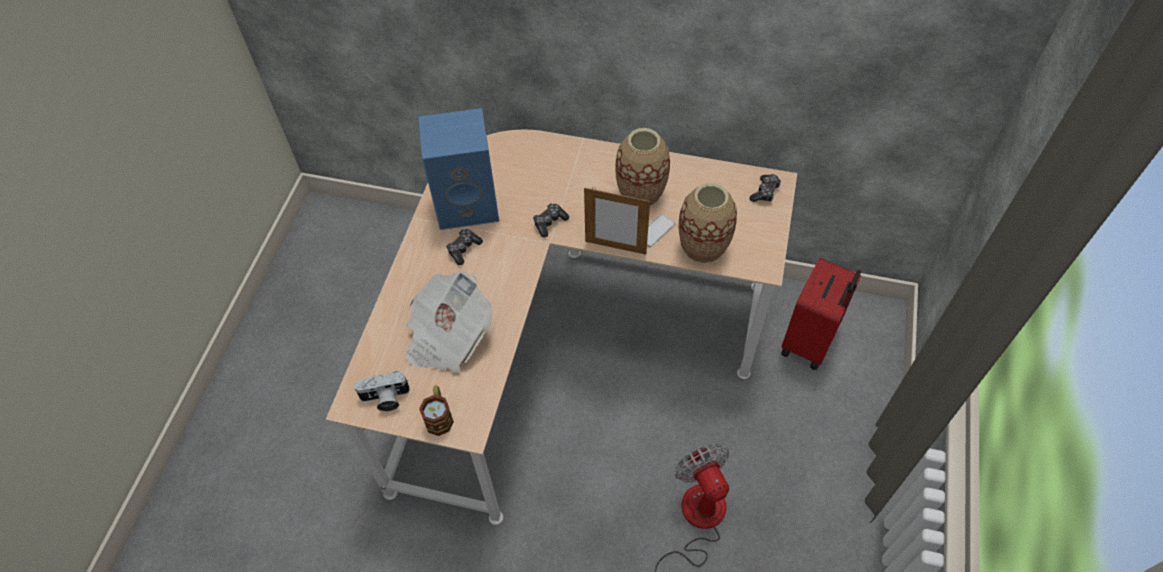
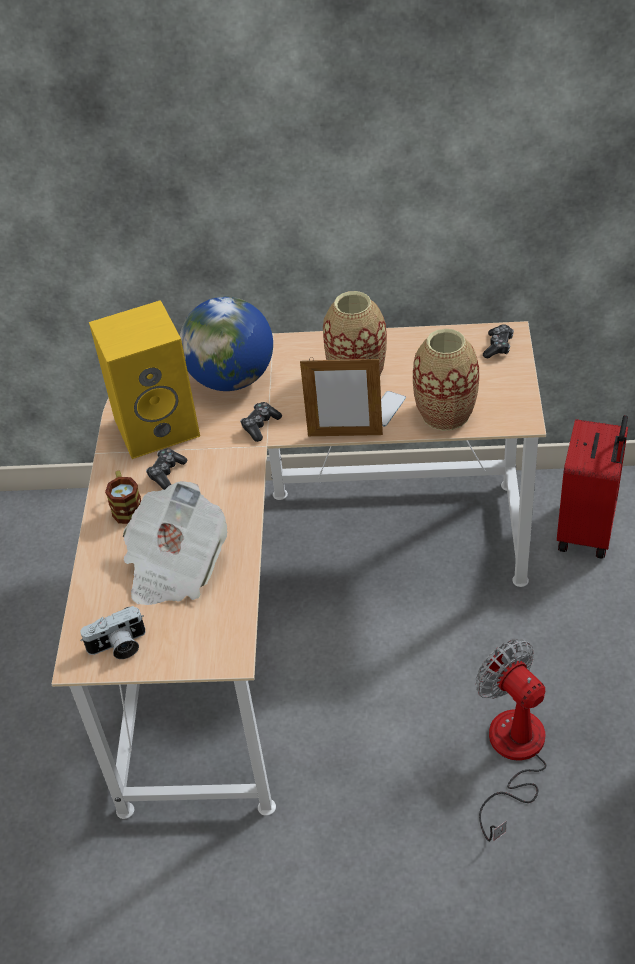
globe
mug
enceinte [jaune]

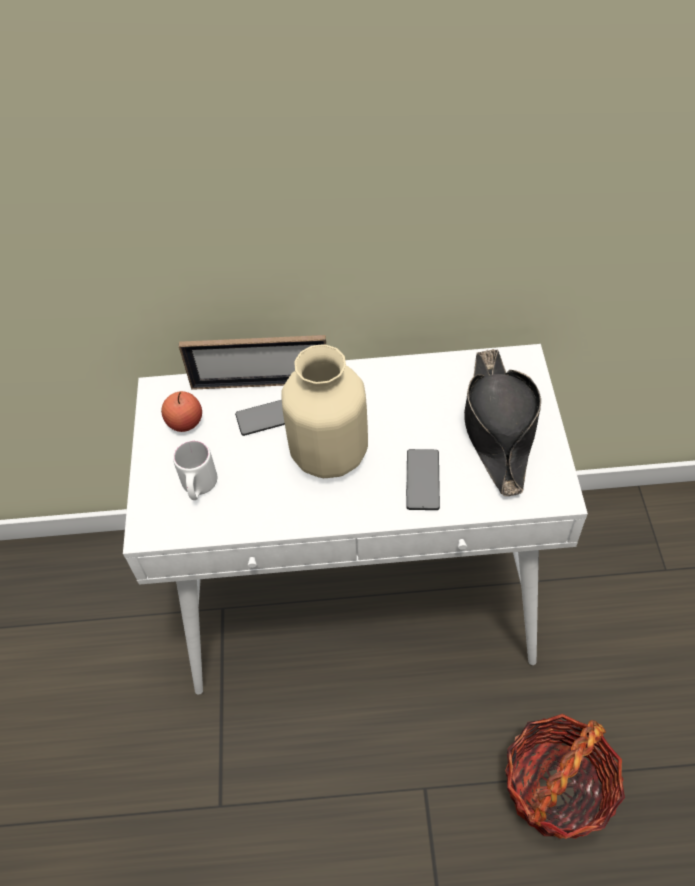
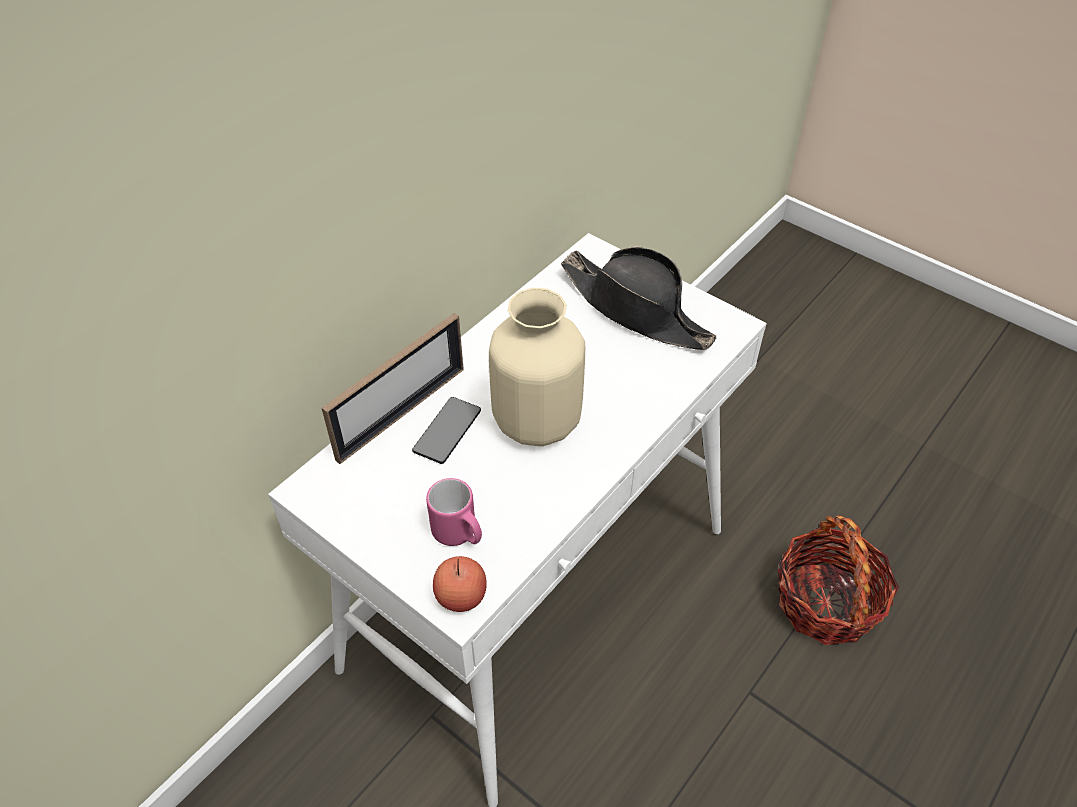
téléphone (2nd from left in the first image)
pomme
mug [rose]

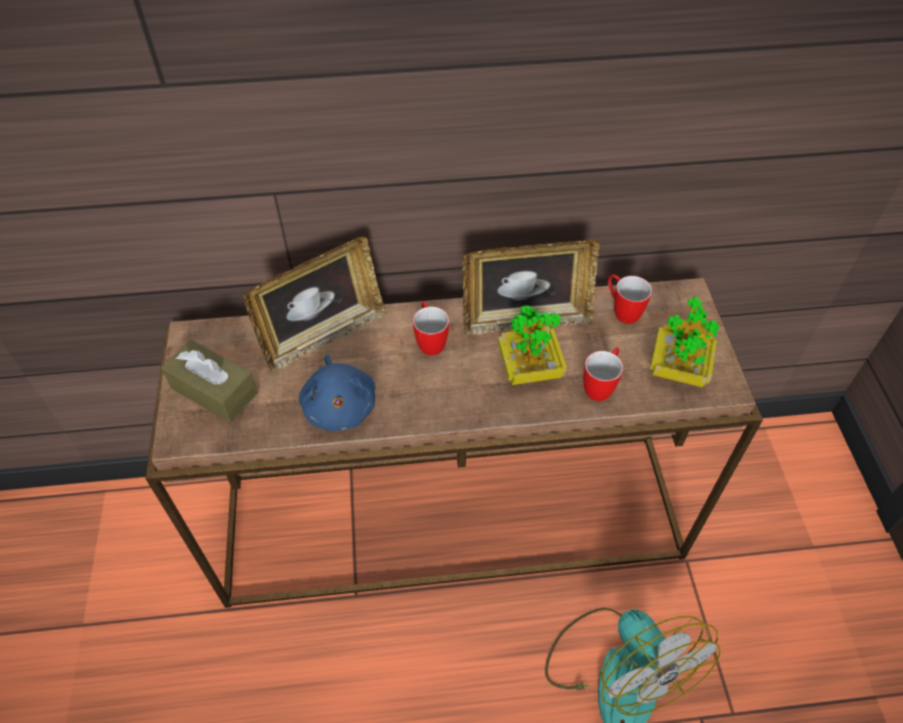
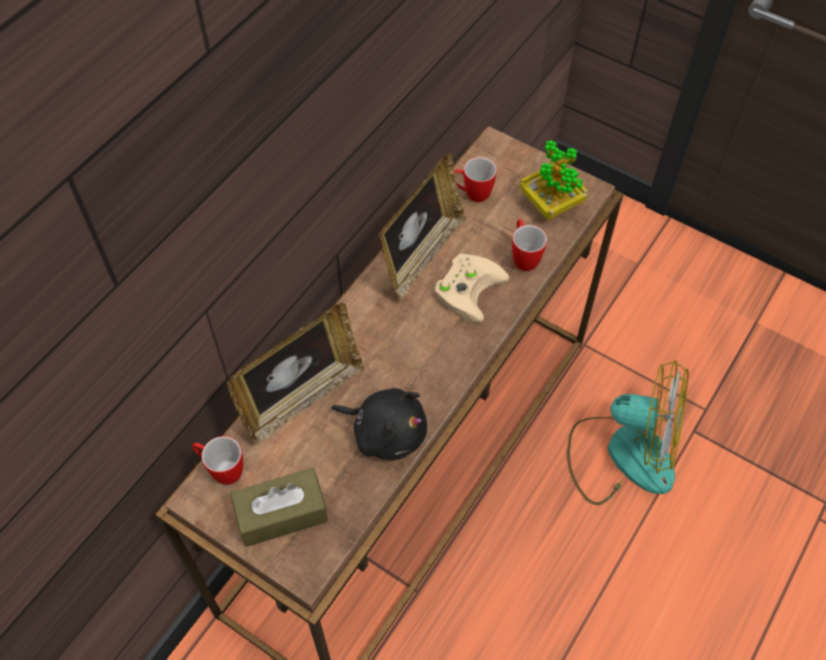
mug (1st from left)
manette [beige]
peluche [noir]
cadre photo (1st from left)

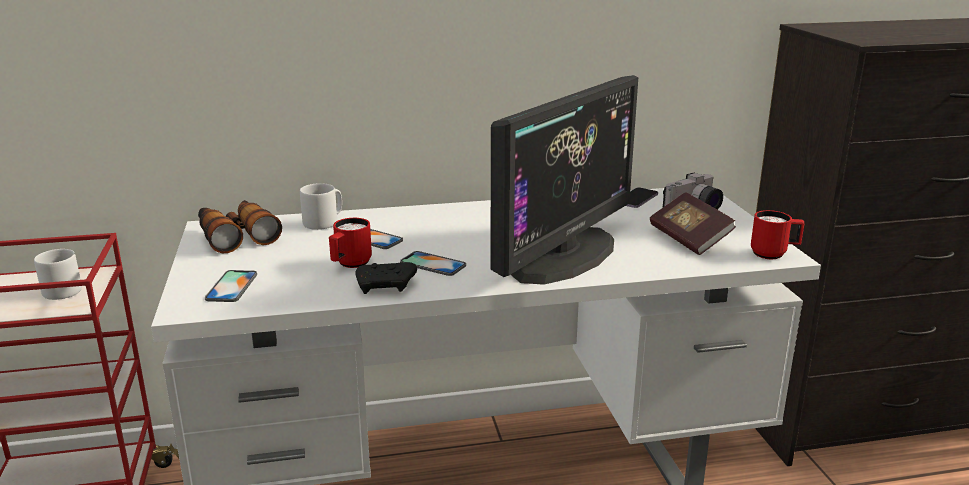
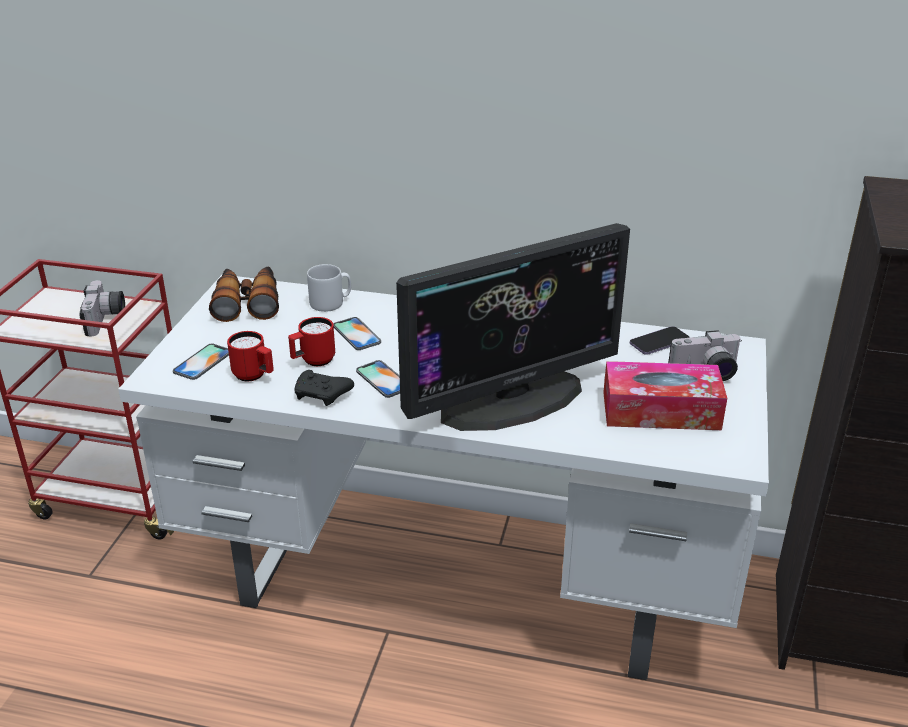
mug [rouge] (1st from left)
appareil photo (1st from left)
boîte à mouchoirs

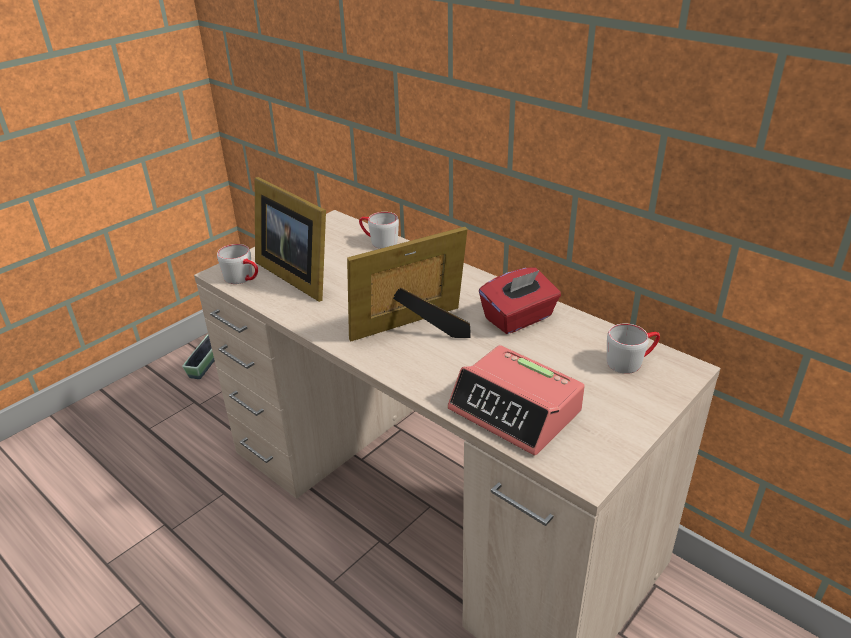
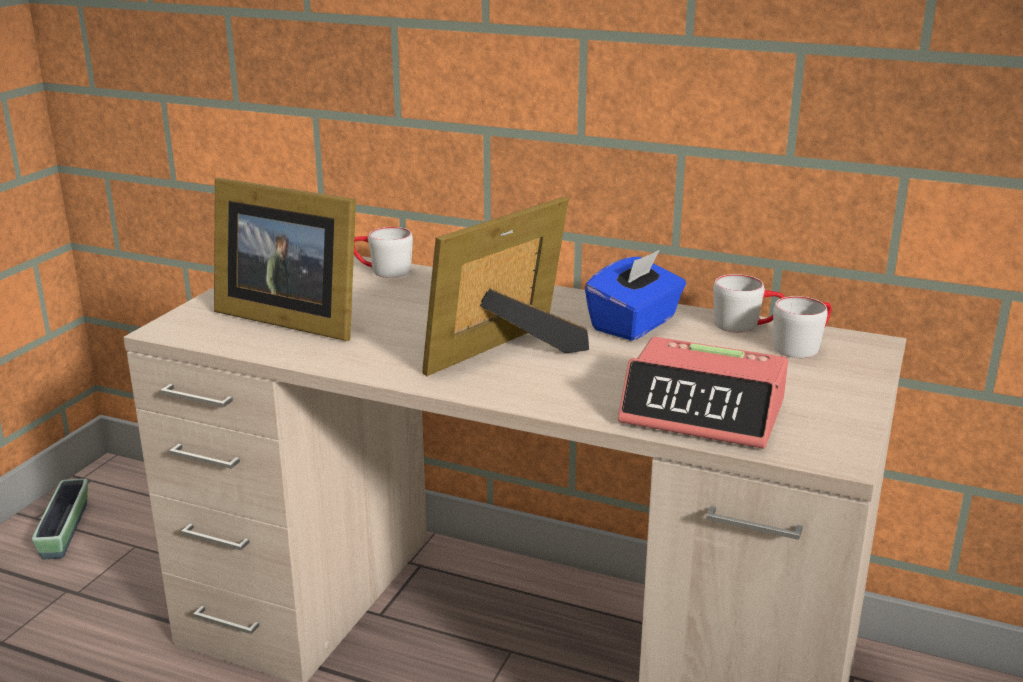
mug [gris] (2nd from left)
boîte à mouchoirs [bleu]

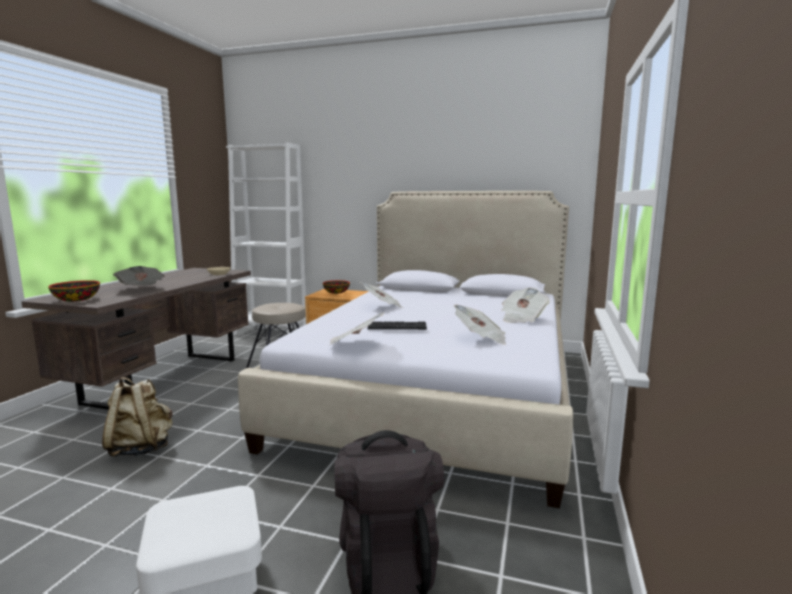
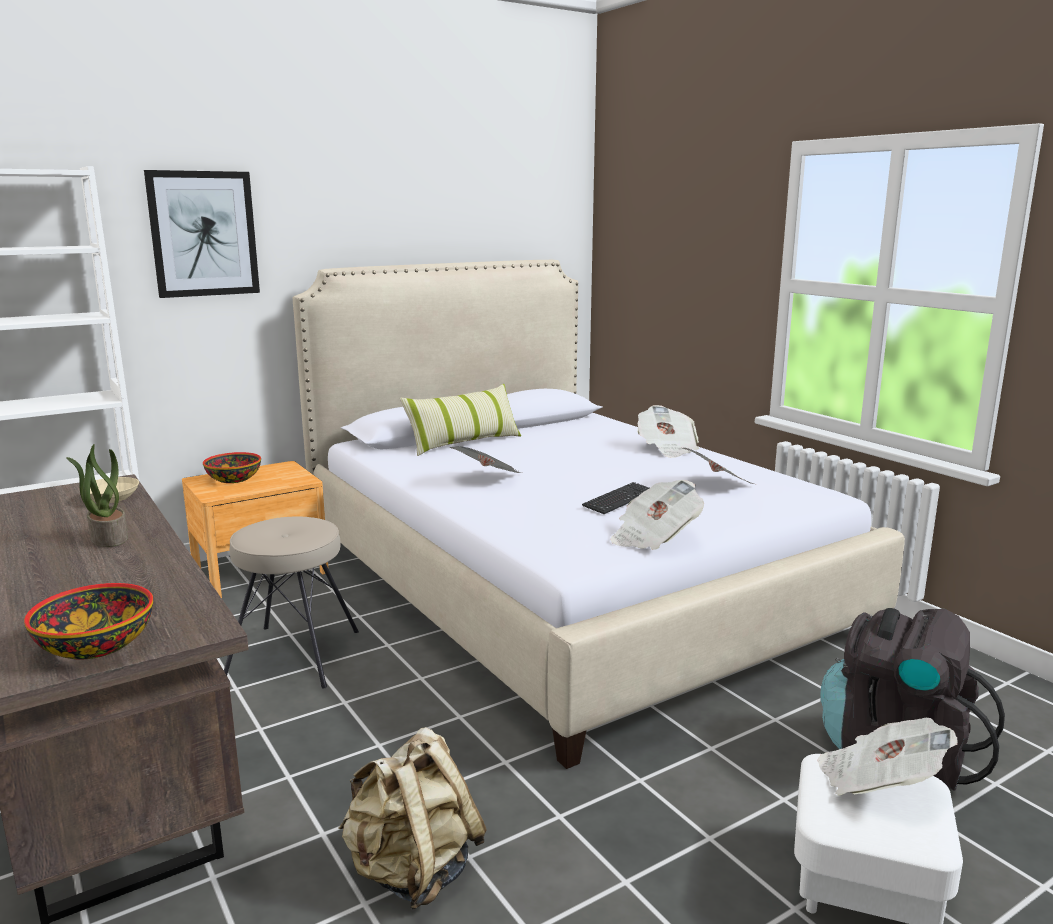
plante en pot
tableau
coussin
journal (5th from left)

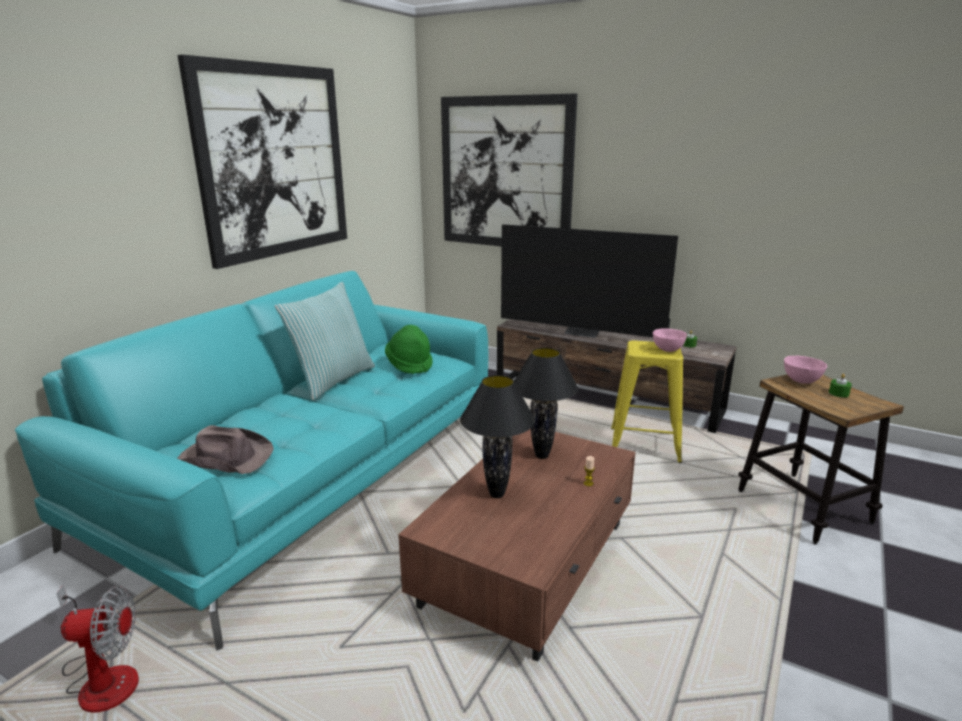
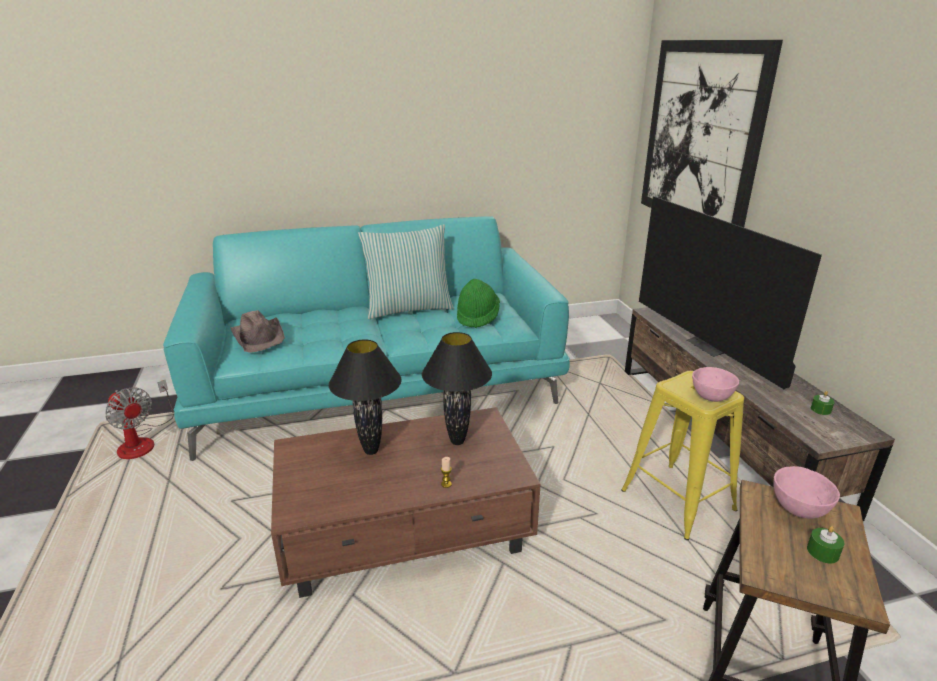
tableau (1st from left in the first image)

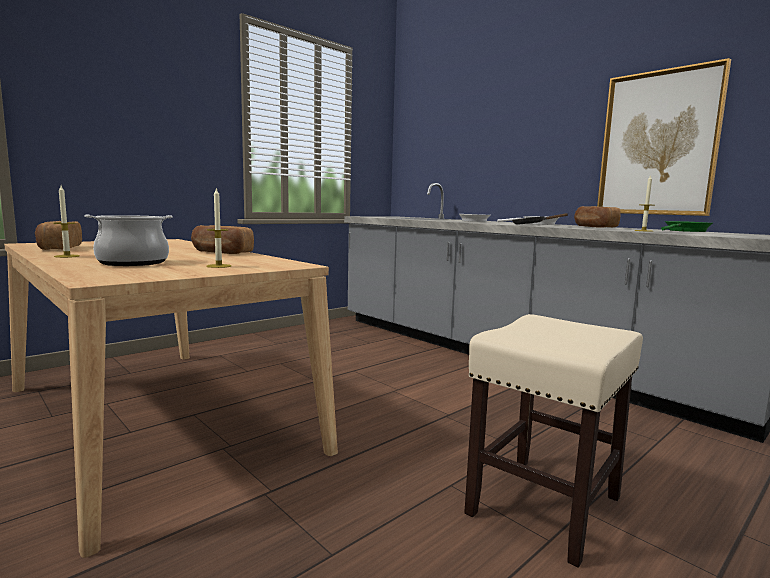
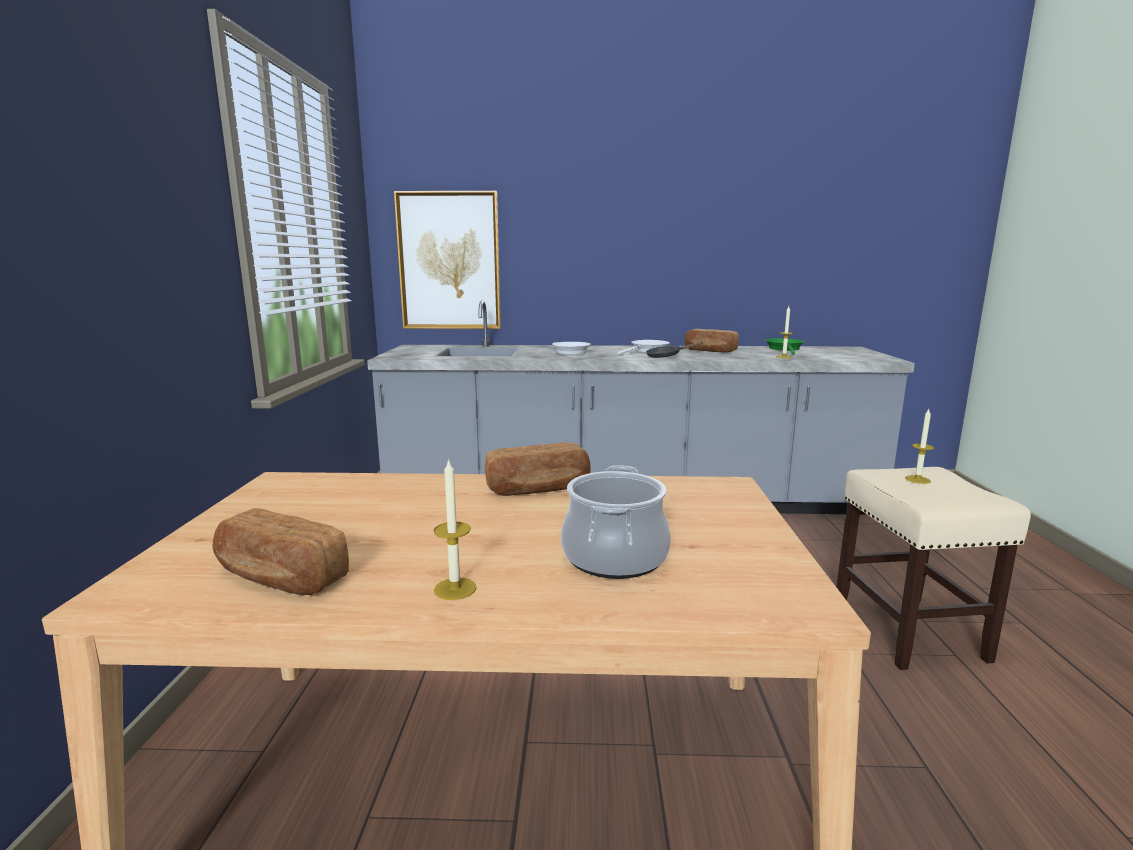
bougie (3rd from left)
tableau

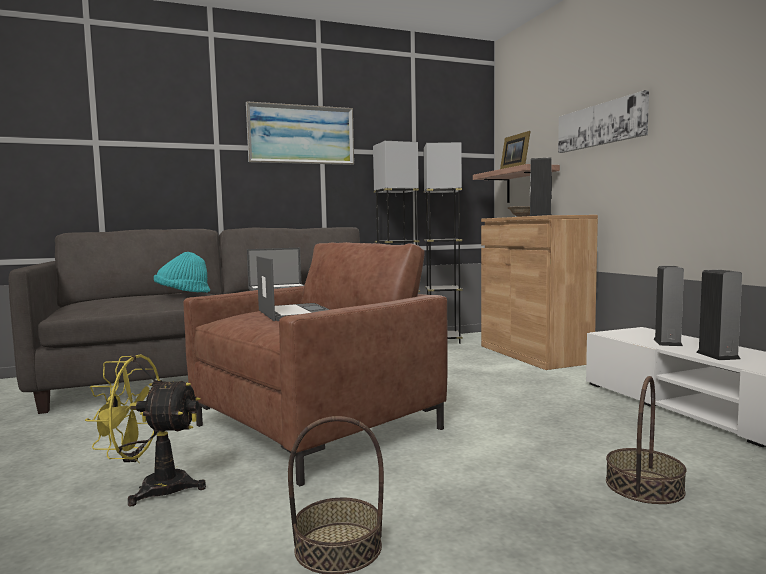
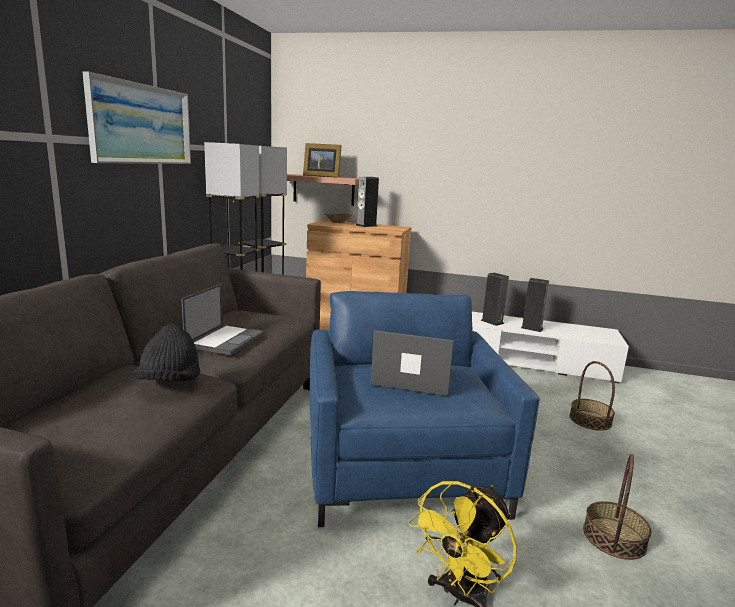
tableau (2nd from left in the first image)
chapeau [noir]
fauteuil [bleu]

